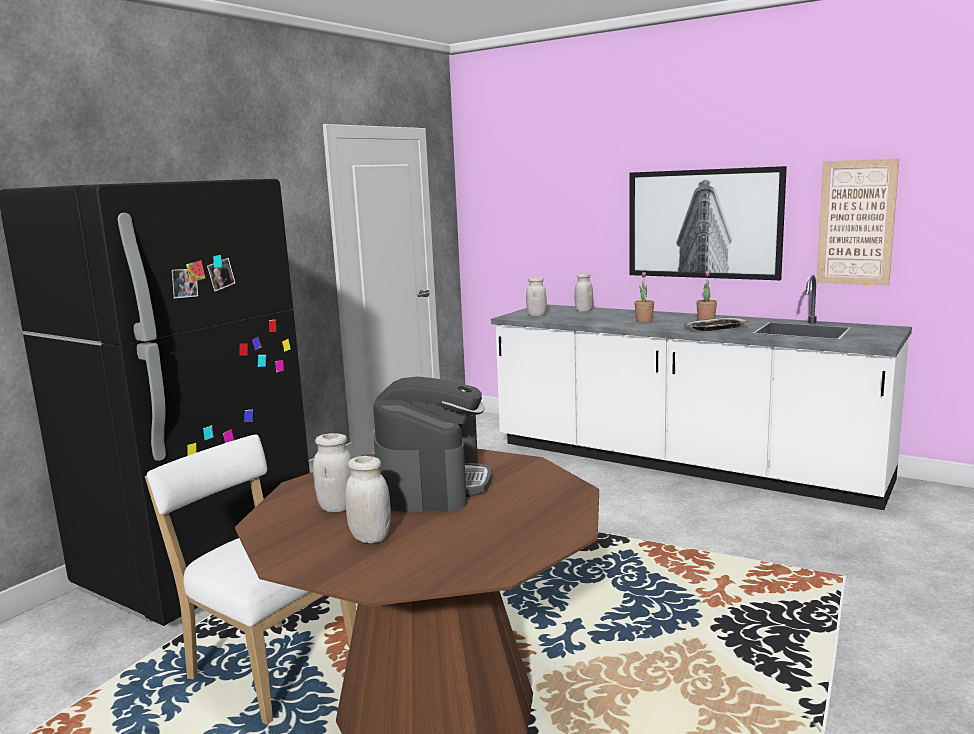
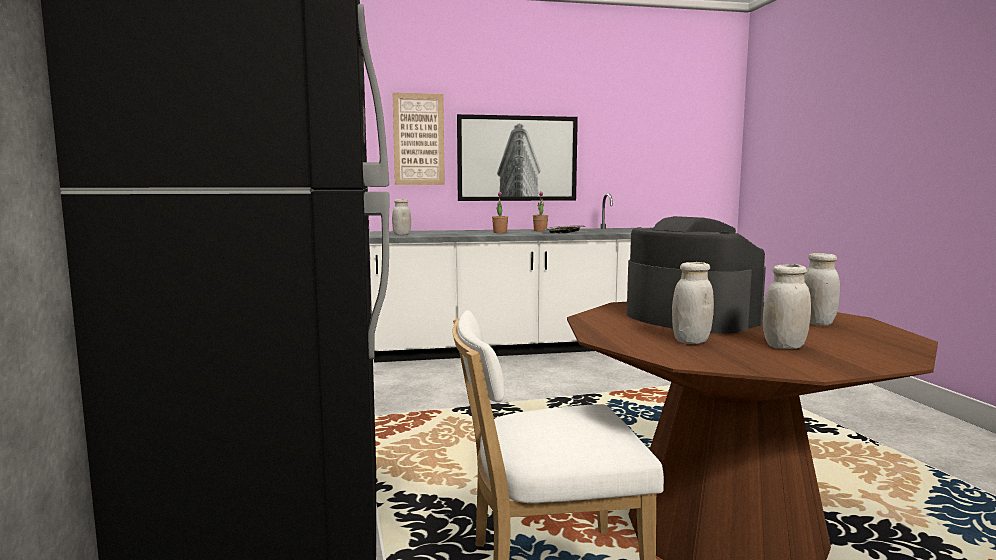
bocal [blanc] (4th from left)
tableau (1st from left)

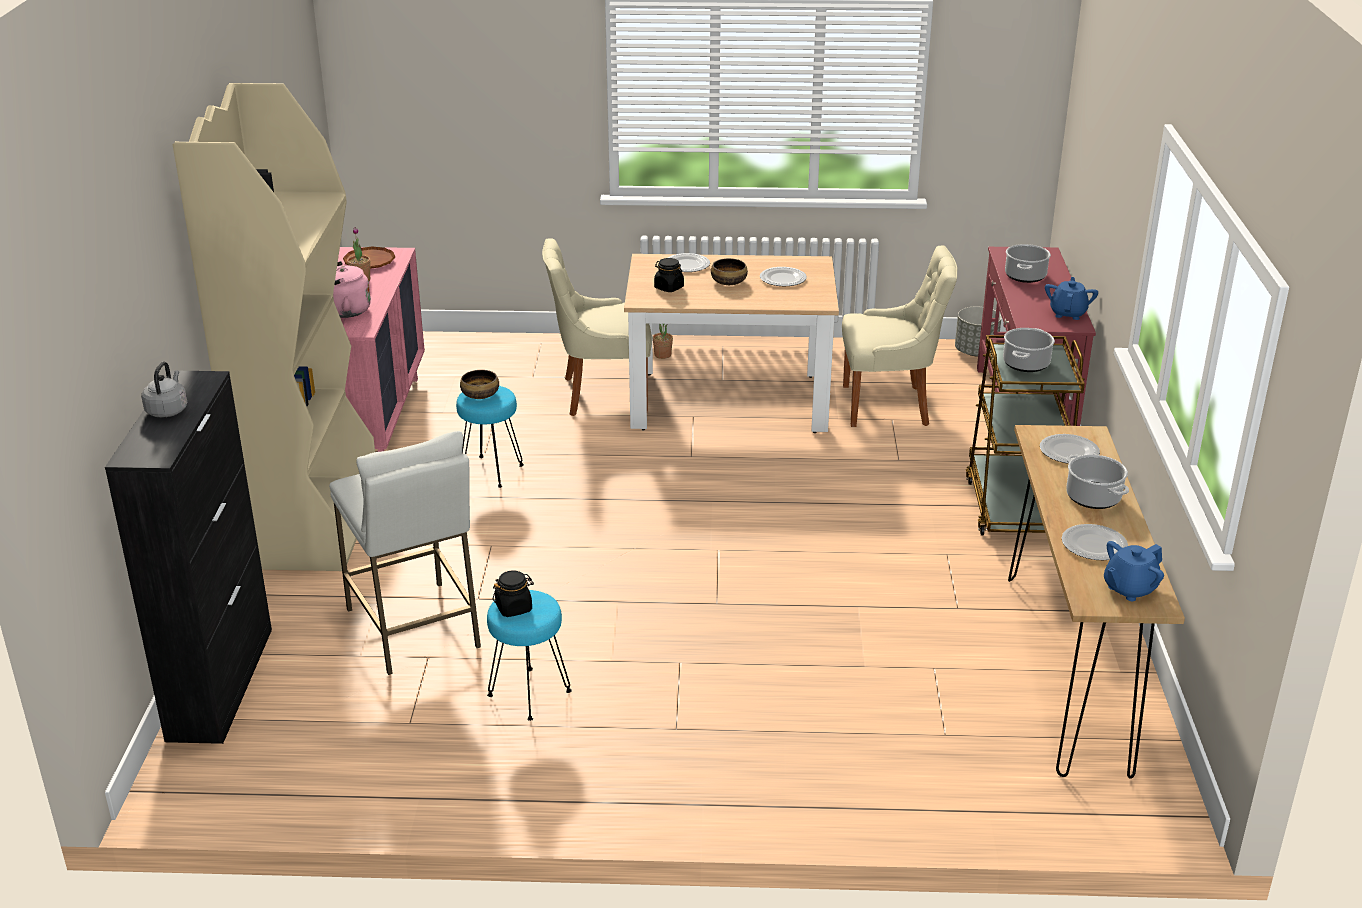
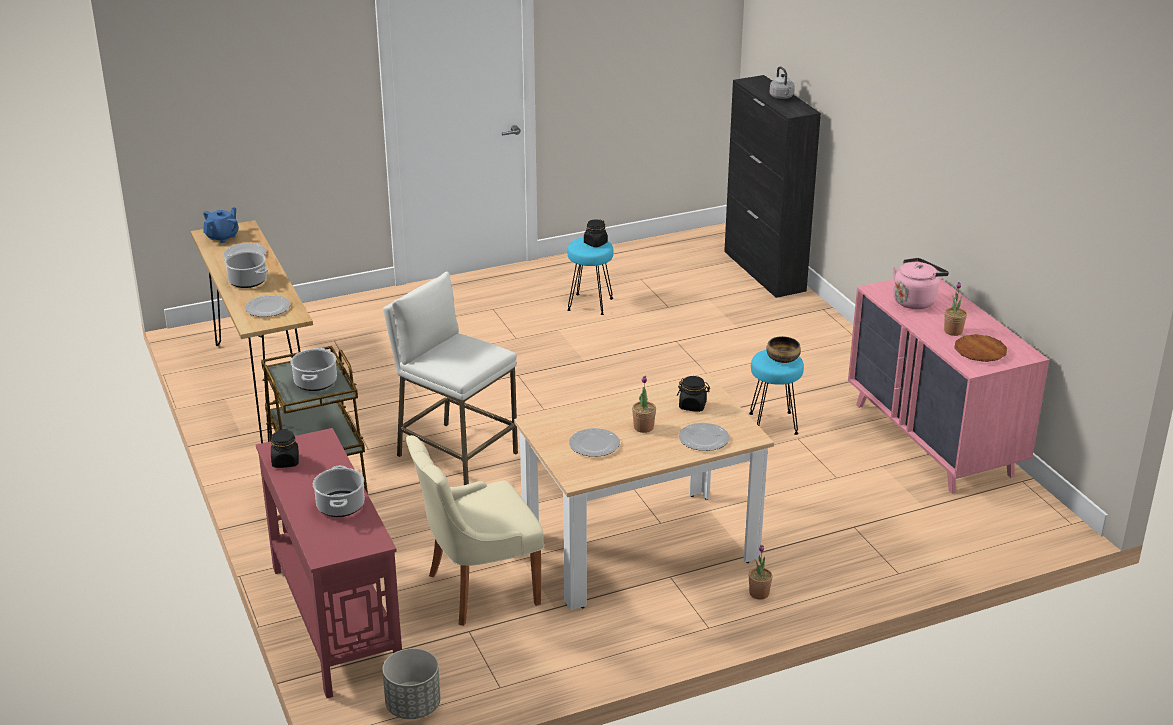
bibliothèque [beige]
chaise [beige] (1st from left in the first image)
tabouret [blanc]
plante en pot (1st from left)
bocal [noir] (1st from left)

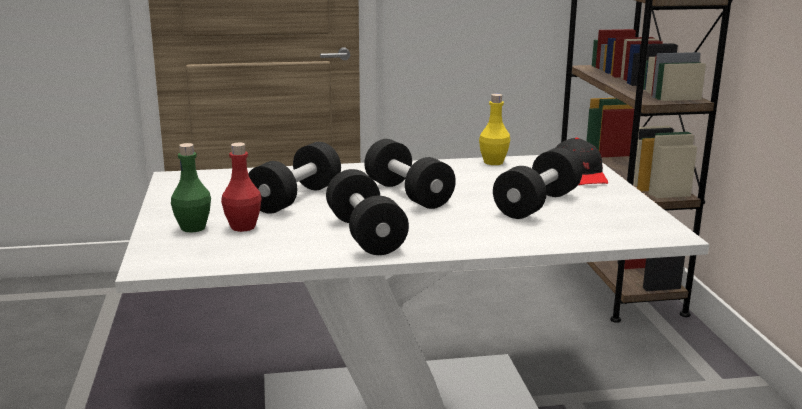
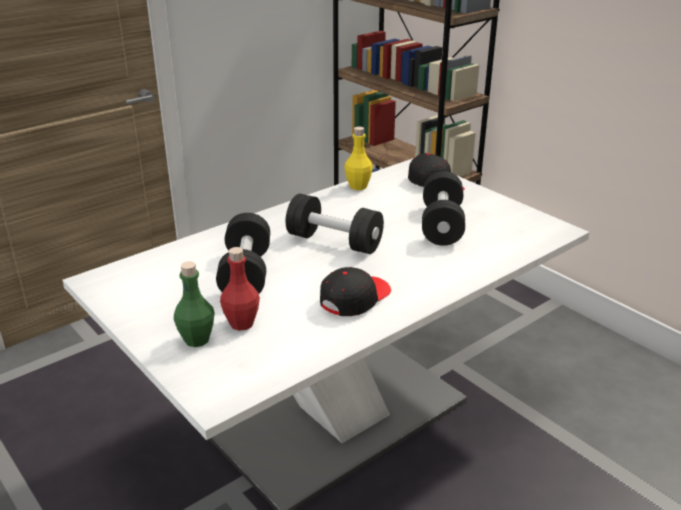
casquette [noir] (1st from left)

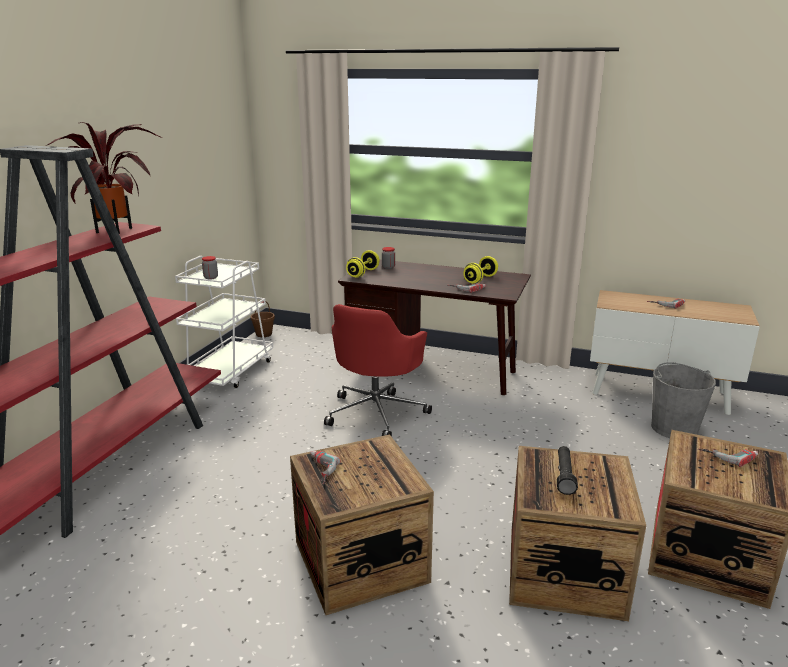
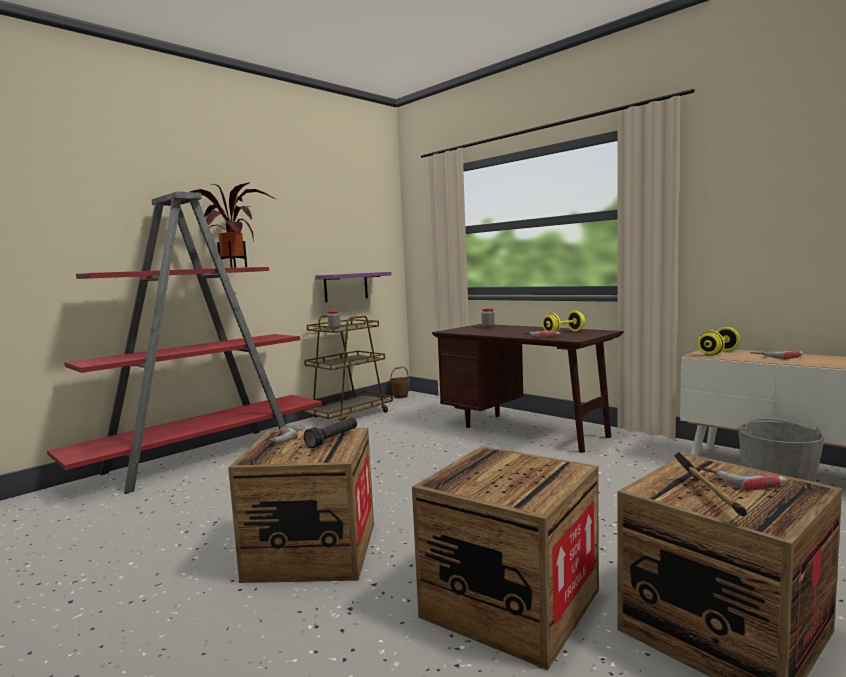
chaise de bureau [rouge]
étagère [violet]
marteau
haltère [jaune] (2nd from left)
lampe de poche [noir]
chariot [marron]

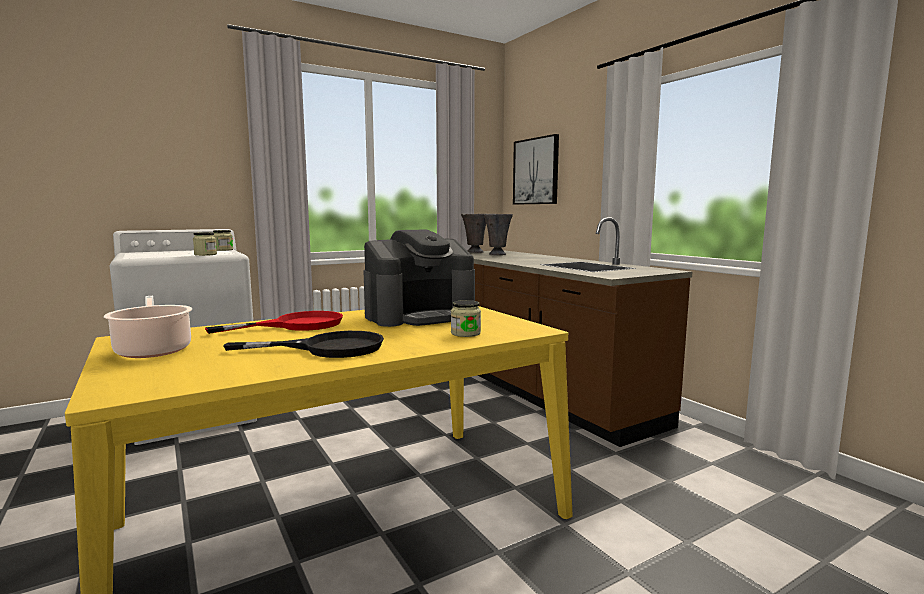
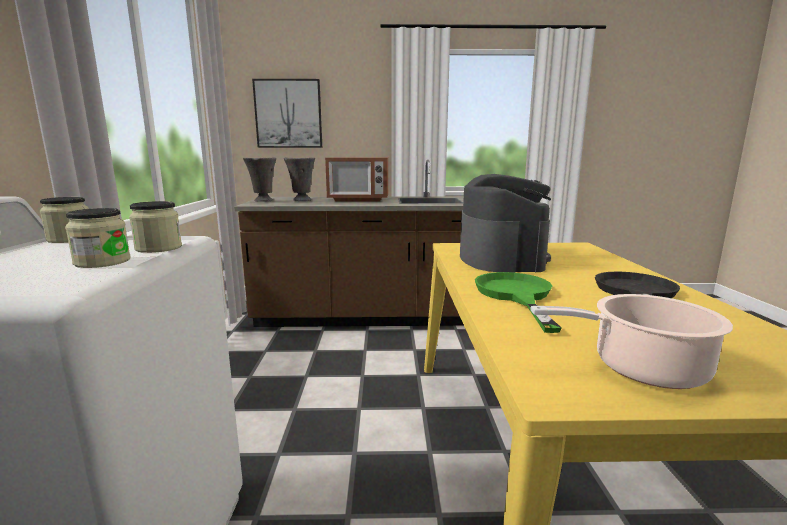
micro-ondes
bocal (2nd from left)
poêle [vert]

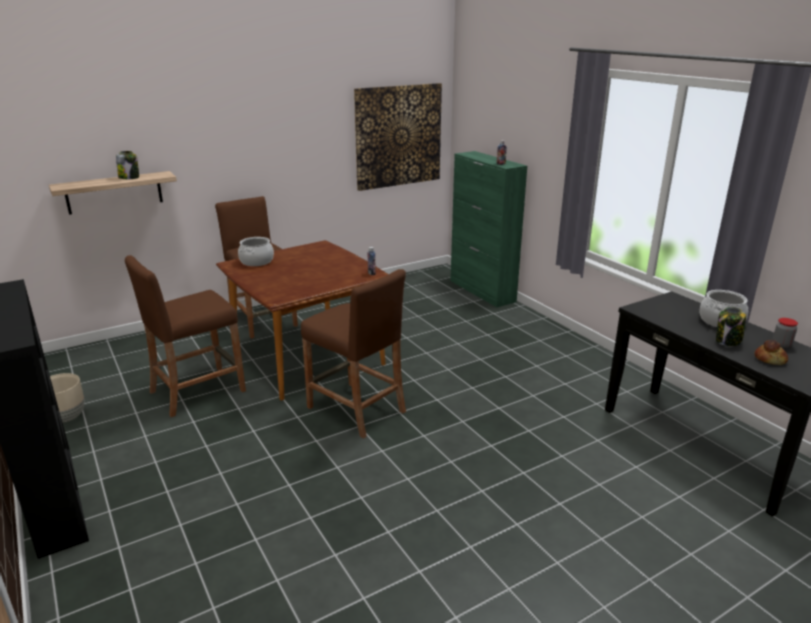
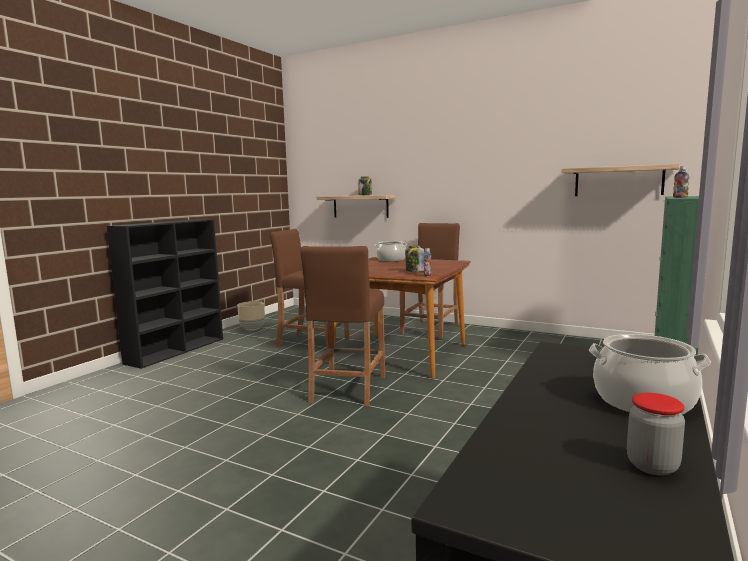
pain
bocal (2nd from left)
étagère (2nd from left)

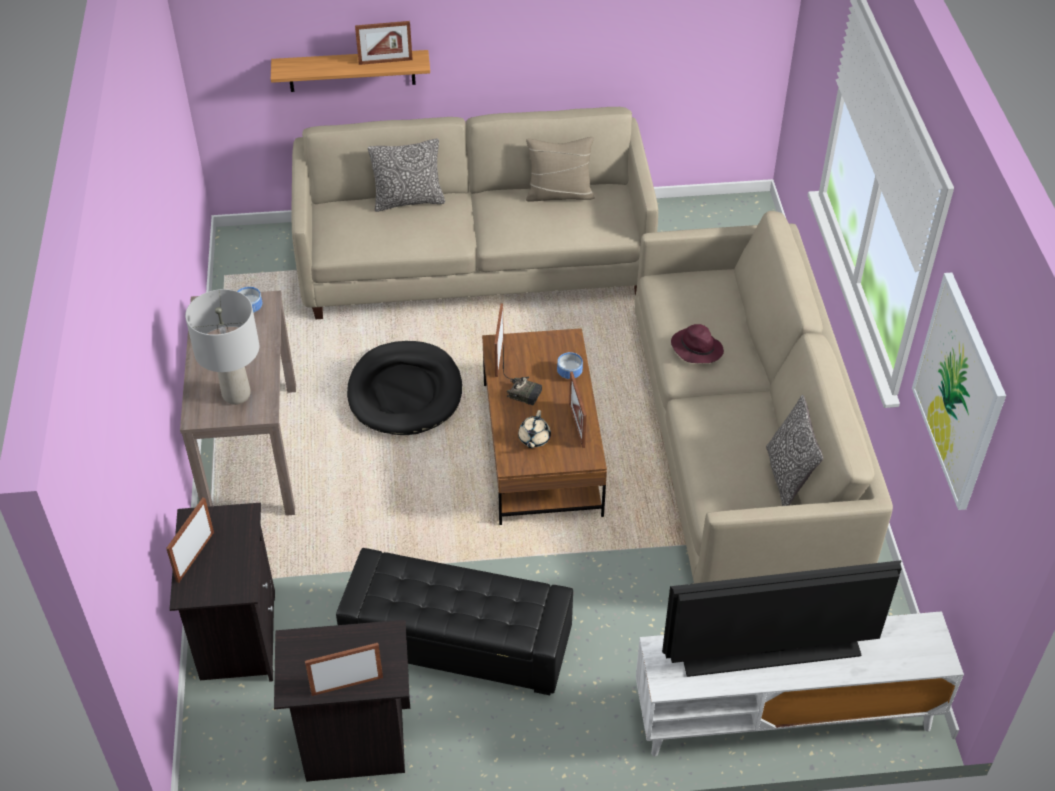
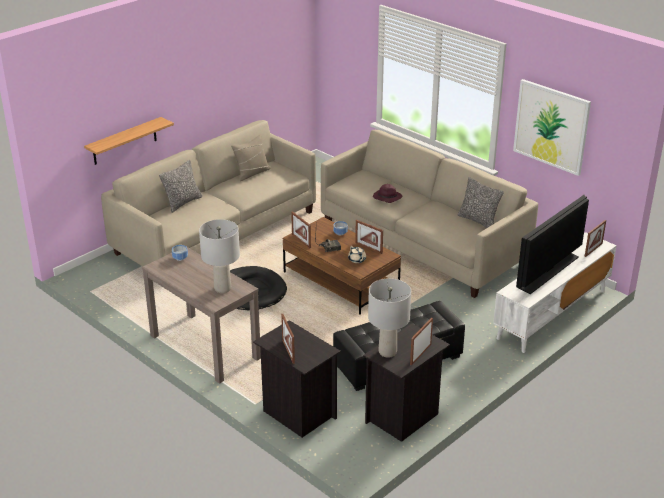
lampe de table [gris] (2nd from left)
cadre photo (5th from left)

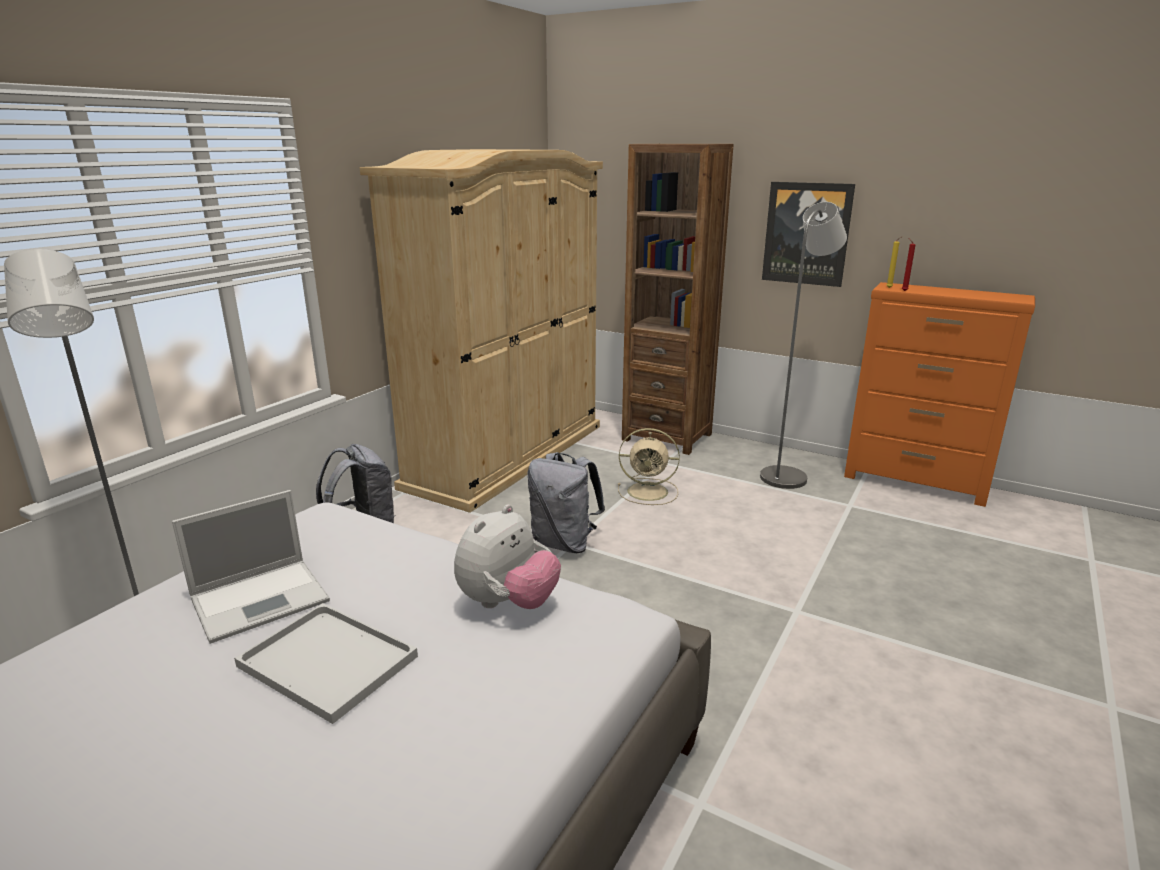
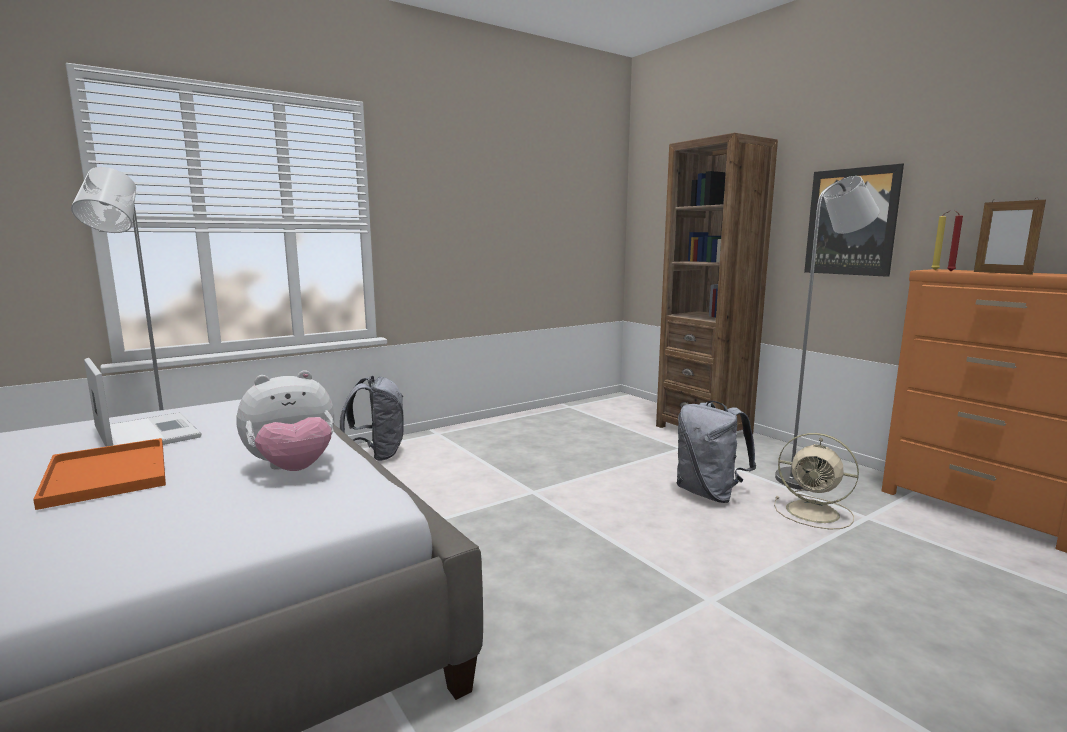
armoire [beige]
cadre photo
sac à dos [gris] (2nd from left)
ventilateur [beige]
plateau [orange]
ordinateur portable

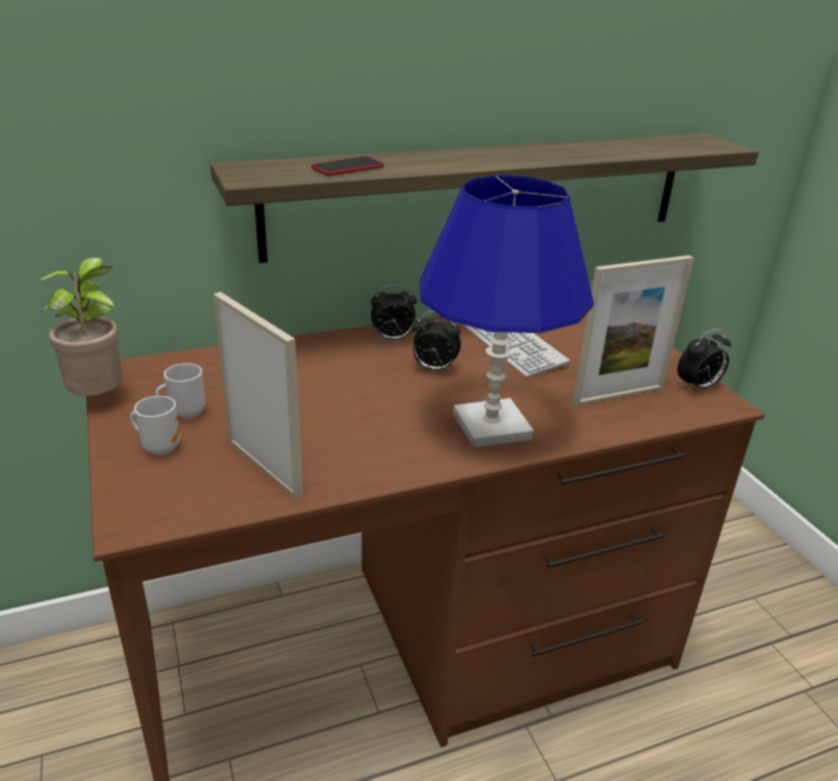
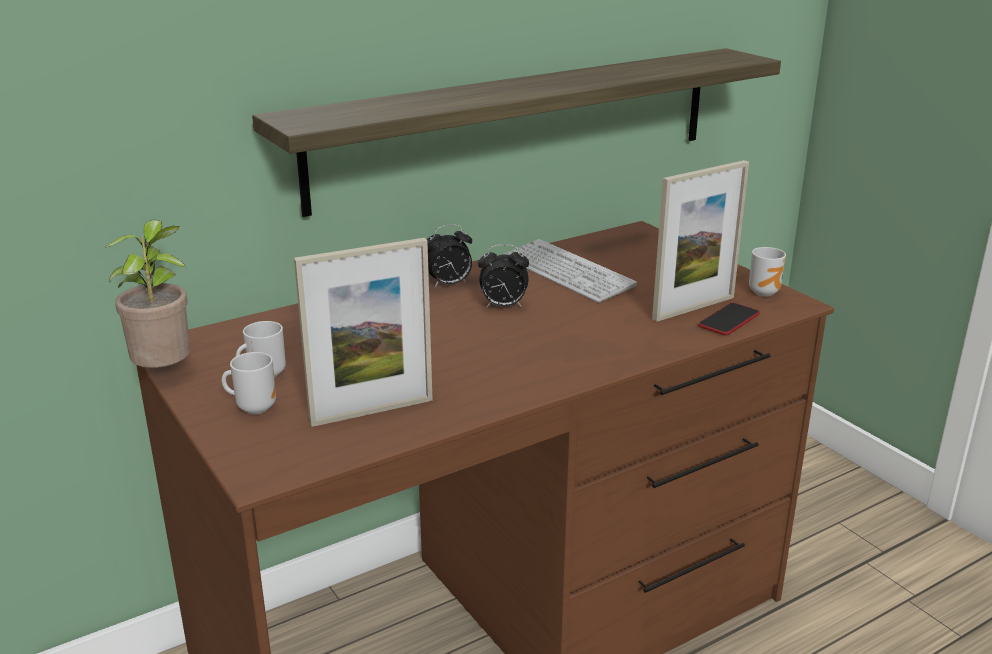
lampe de table [bleu]
téléphone
mug (3rd from left)
cadre photo (1st from left)

